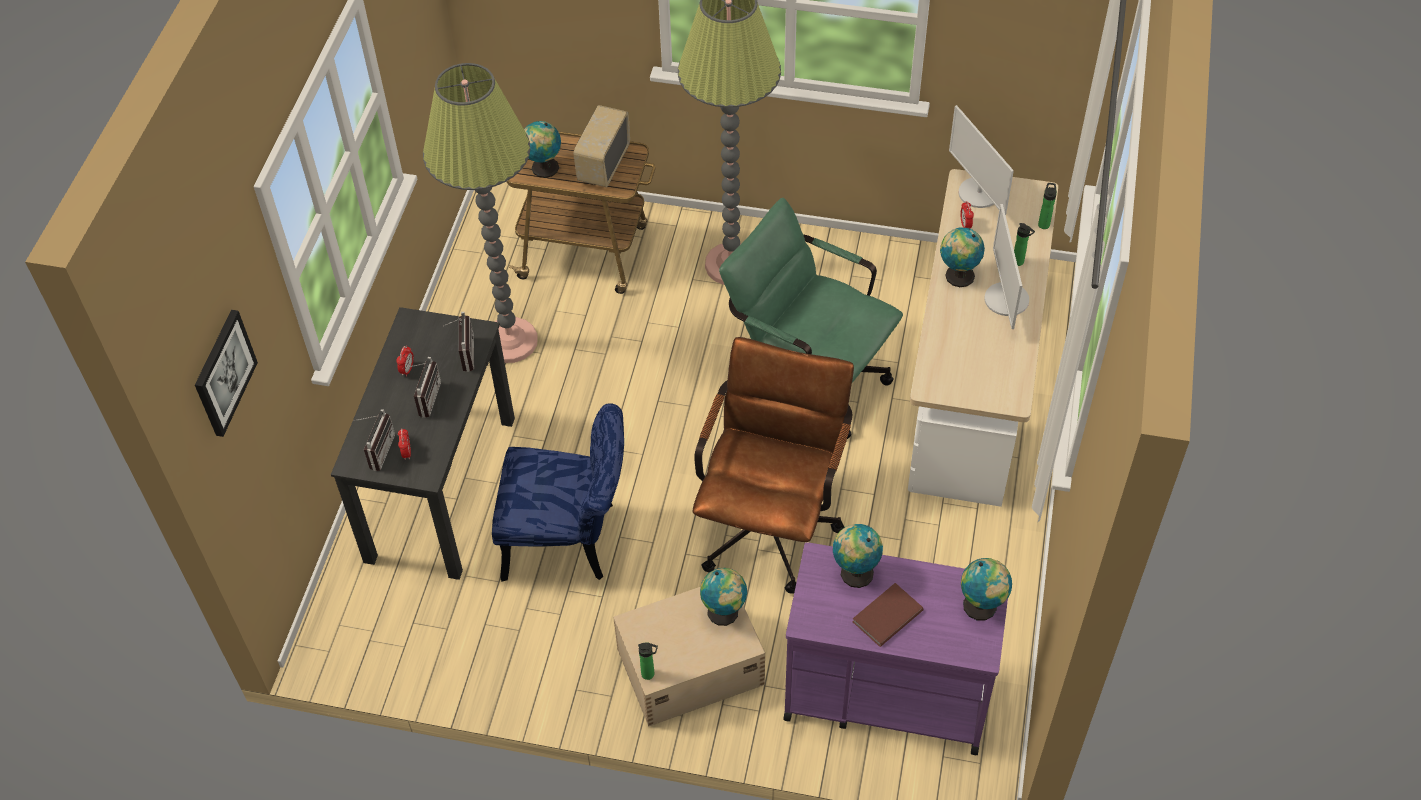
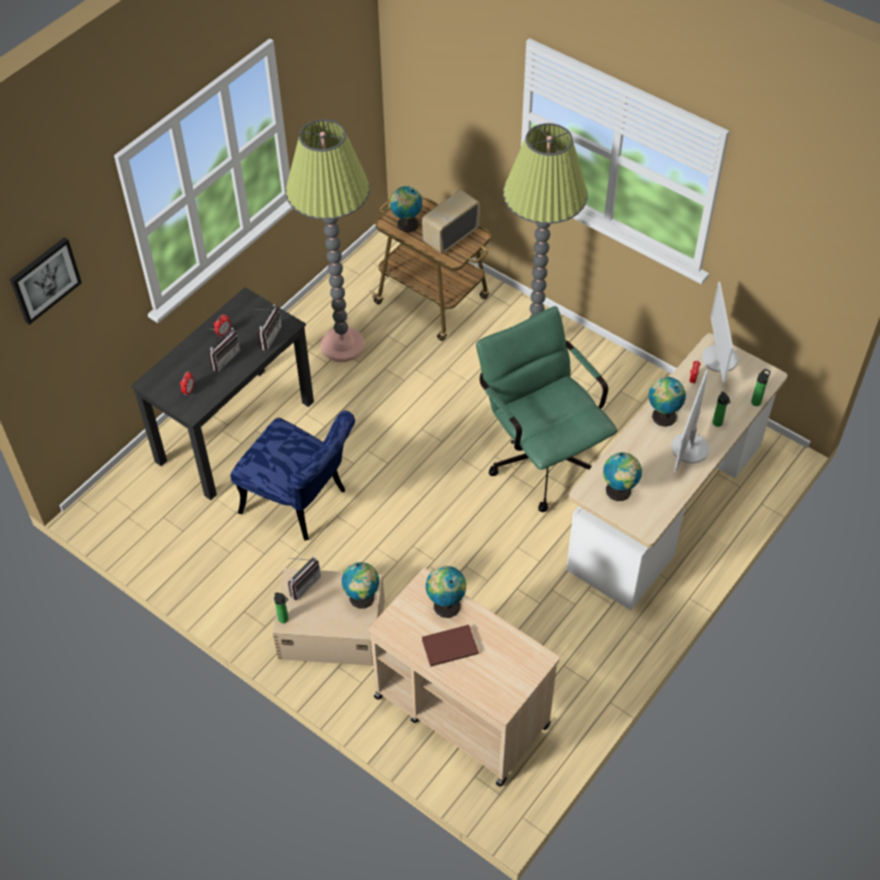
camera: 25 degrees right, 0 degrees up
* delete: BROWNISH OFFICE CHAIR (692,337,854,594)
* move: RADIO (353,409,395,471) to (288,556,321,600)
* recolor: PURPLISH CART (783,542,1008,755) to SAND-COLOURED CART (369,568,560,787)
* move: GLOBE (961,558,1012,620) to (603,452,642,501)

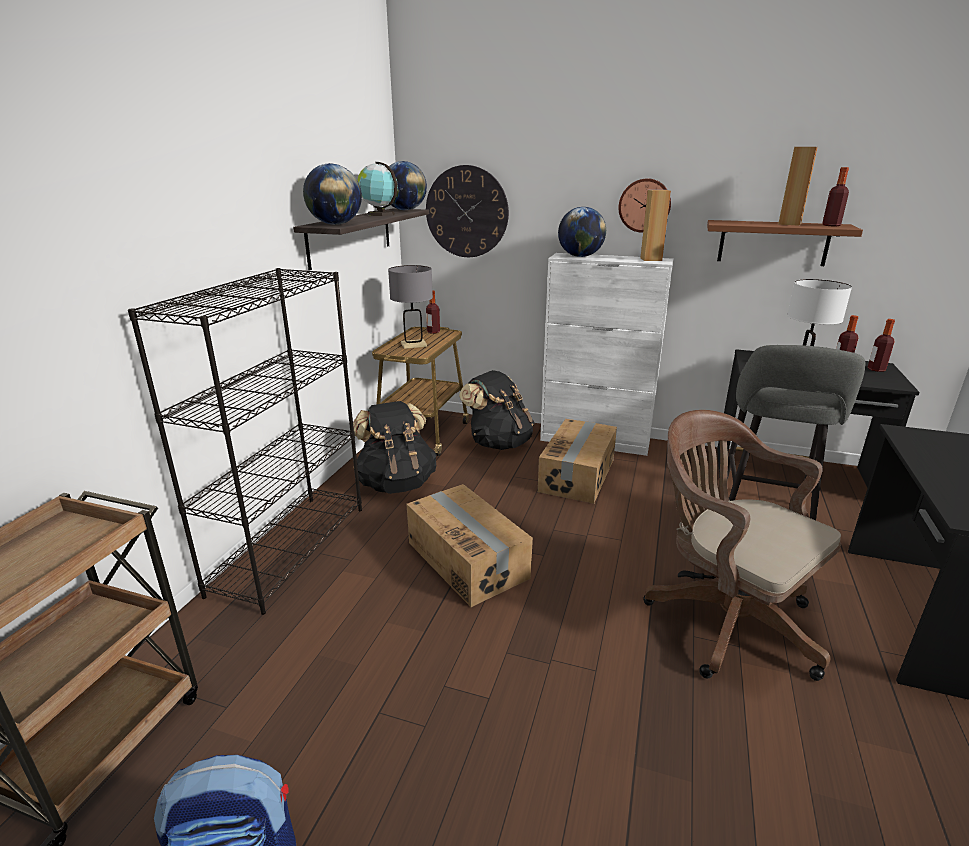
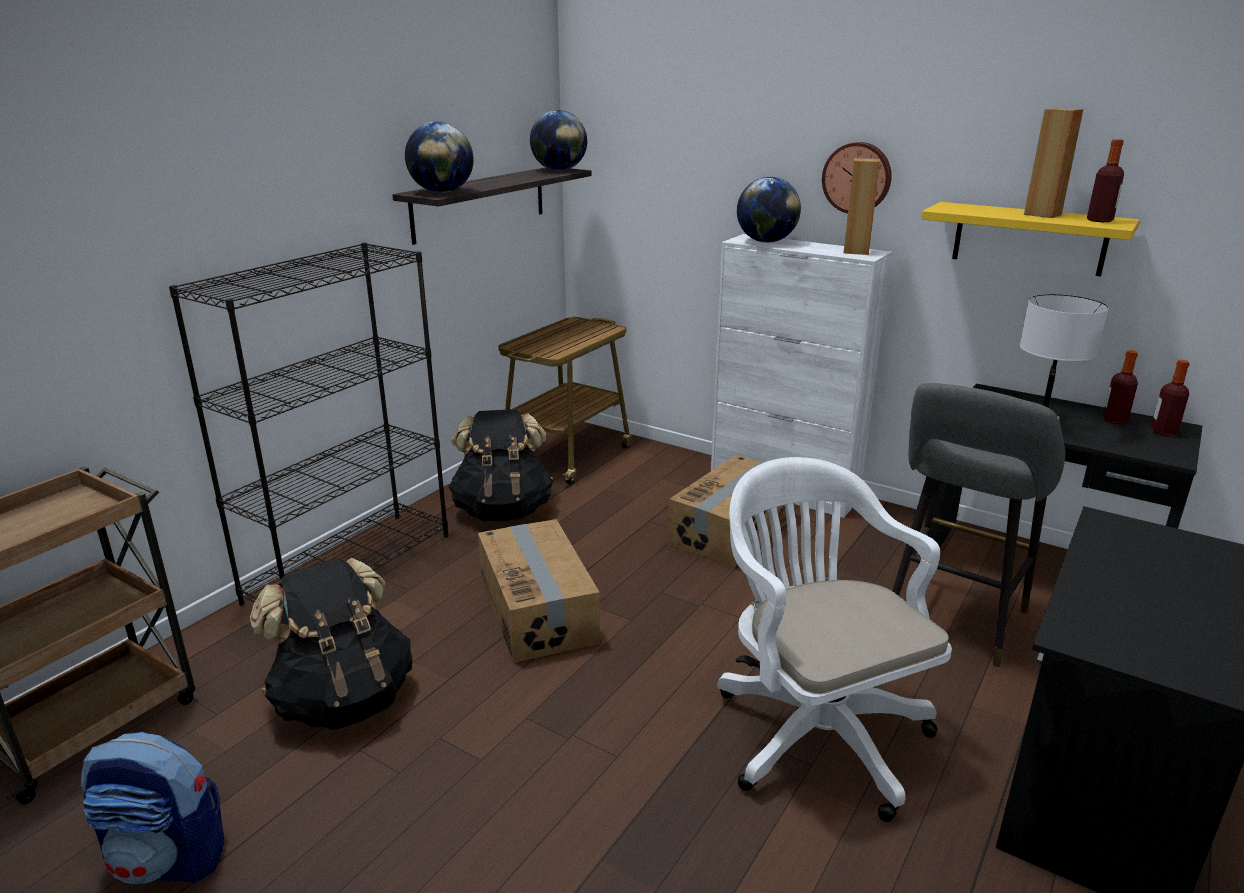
camera: 15 degrees right, 0 degrees up
* delete: GLOBE (357,162,398,216)
* delete: CLOCK ON THE WALL (426,165,509,257)
* recolor: BROWNISH BRACKET SHELF (707,220,863,266) to YELLOW BRACKET SHELF (921,202,1140,277)
* delete: GRAY TABLETOP LAMP (388,265,433,349)
* delete: BEVERAGE BOTTLE (426,290,440,334)
* move: BLACK-COLOURED BACKPACK (459,370,534,450) to (250,558,413,730)
* recolor: BROWNISH OFFICE CHAIR (643,410,841,681) to WHITE-COLOURED OFFICE CHAIR (717,457,952,822)

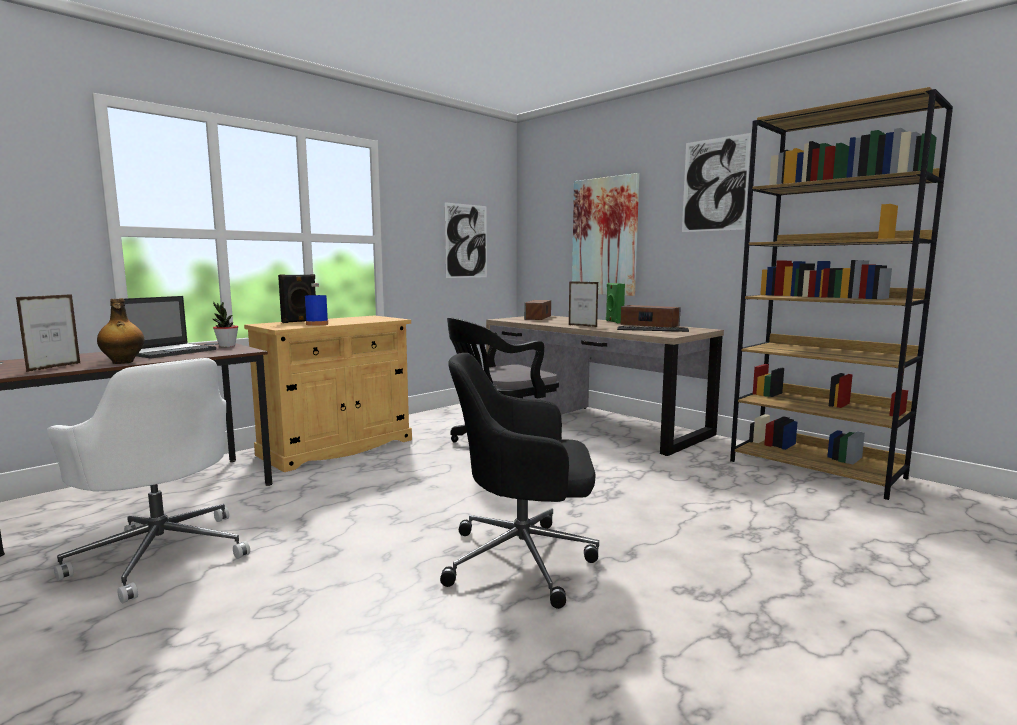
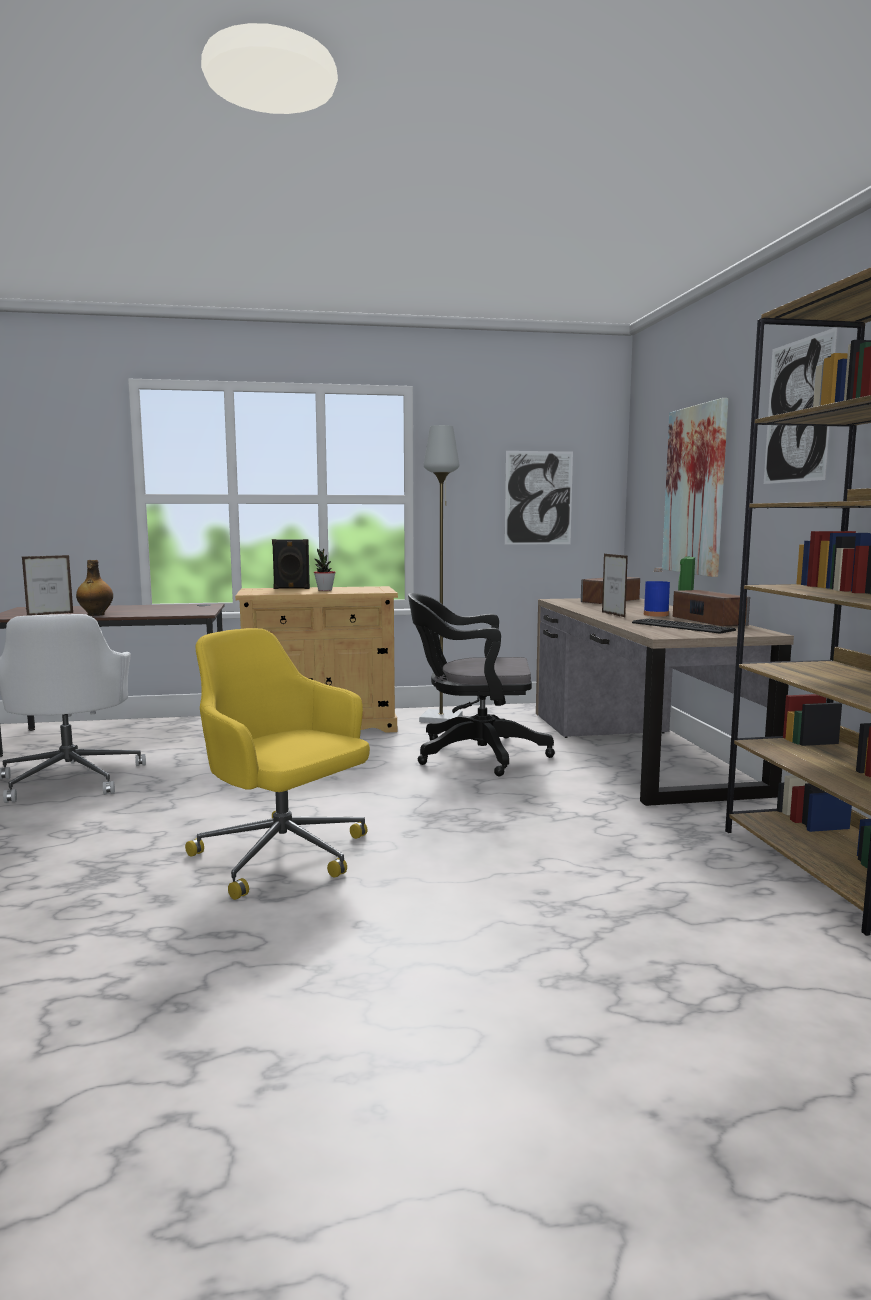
camera: 35 degrees right, 0 degrees up
* move: BLUE BEVERAGE BOTTLE (305,283,328,326) to (644,568,670,617)
* delete: LAPTOP (124,296,216,359)
* move: POTTED PLANT (213,302,238,347) to (314,548,335,591)
* recolor: BLACK-COLOURED OFFICE CHAIR (440,353,599,609) to YELLOW OFFICE CHAIR (185,628,370,900)
* insert: GRAY STANDING LAMP (419,425,462,723)

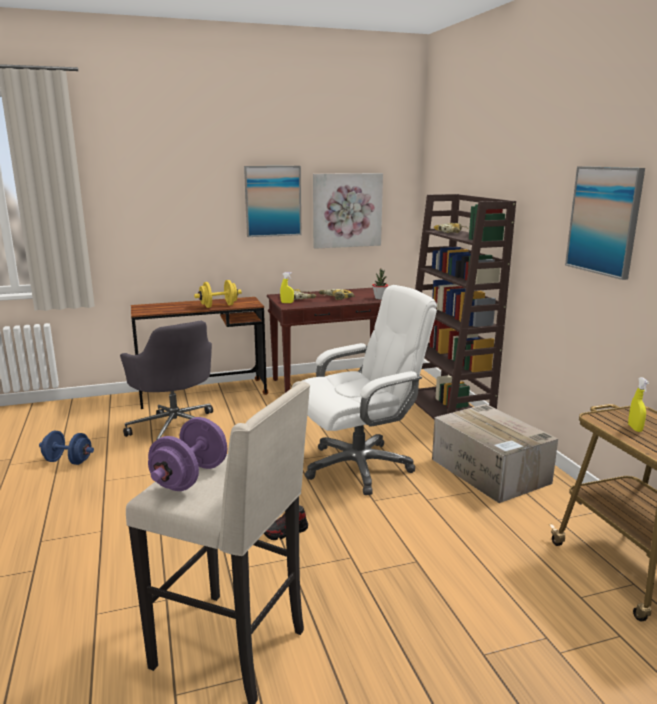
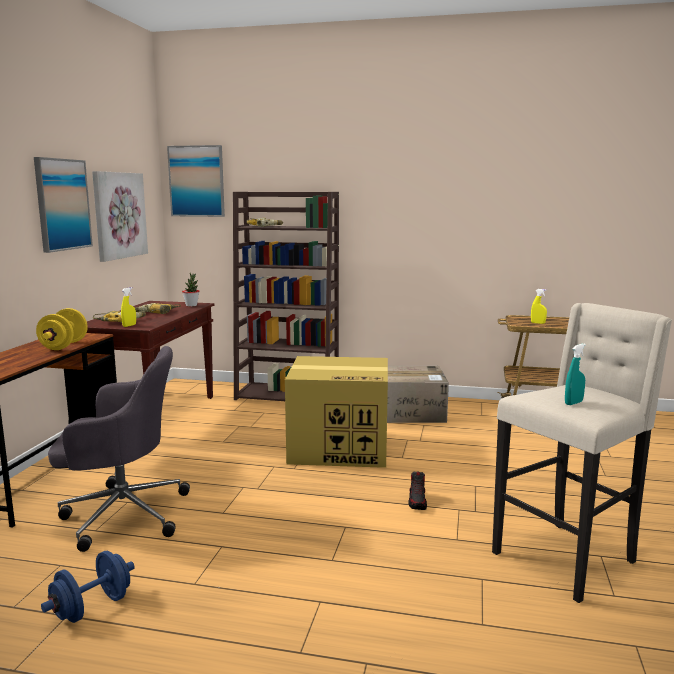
camera: 60 degrees left, 5 degrees down
* move: WALL ART (565,166,645,280) to (167,145,225,217)
* replace: WHITE-COLOURED OFFICE CHAIR (302,285,437,495) to PACKING BOX (285,356,388,468)
* replace: PURPLISH DUMBBELL (148,417,227,491) to TURQUOISE SPRAYER (565,344,586,405)

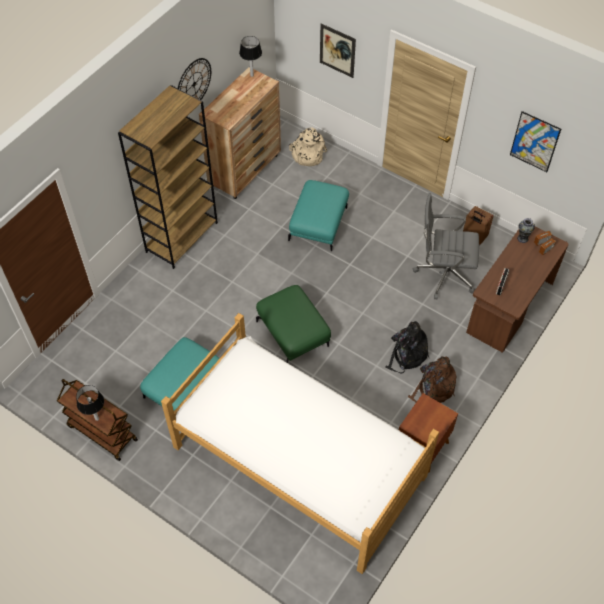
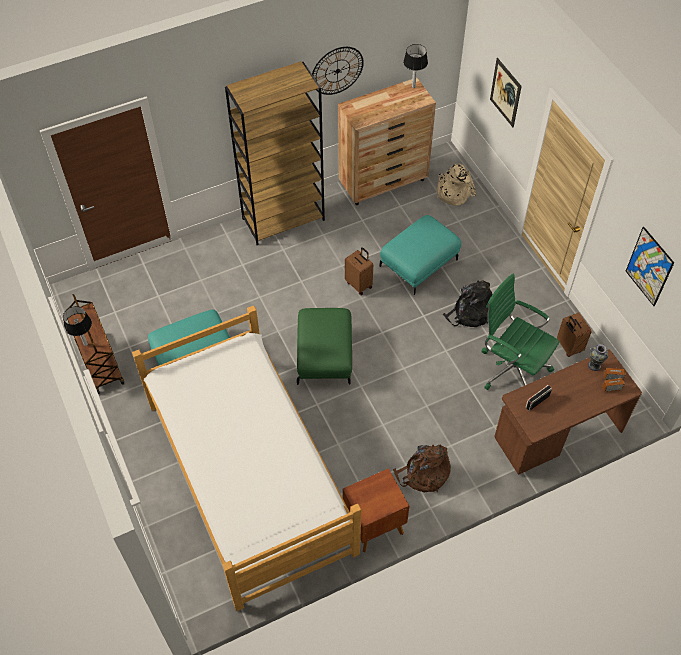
camera: 30 degrees right, 0 degrees up
* recolor: GRAY OFFICE CHAIR (413,193,479,299) to GREEN OFFICE CHAIR (481,274,559,390)
* move: BLACK-COLOURED BACKPACK (385,321,430,373) to (443,280,493,327)
* insert: BROWNISH SUITCASE (345,247,373,295)

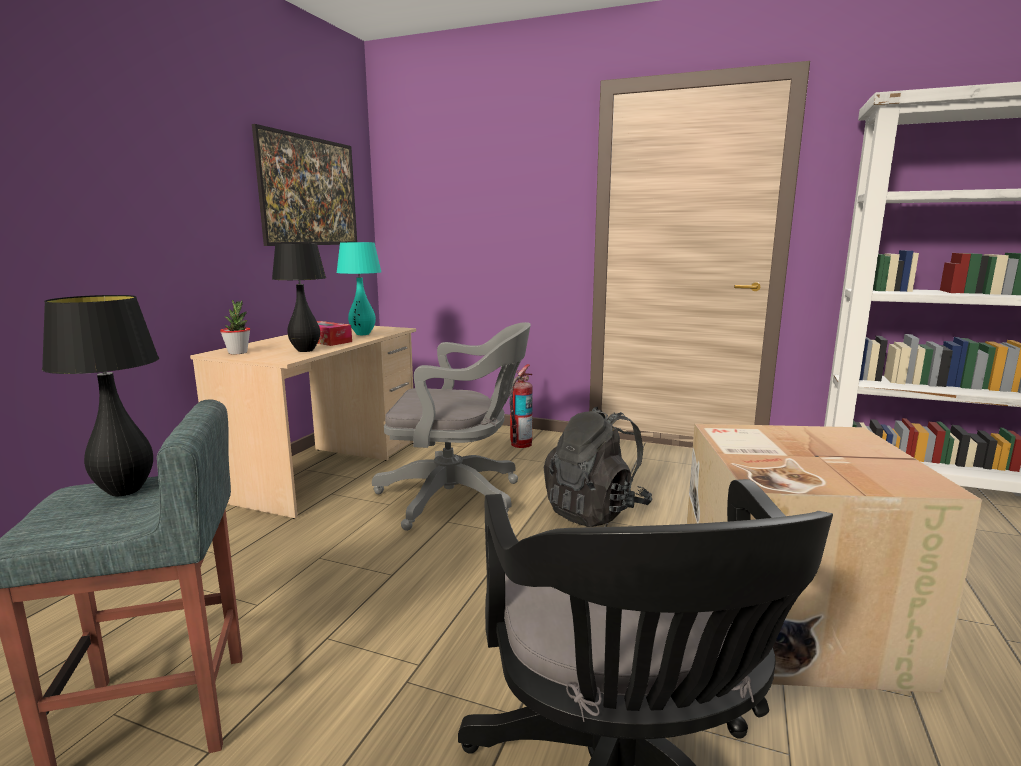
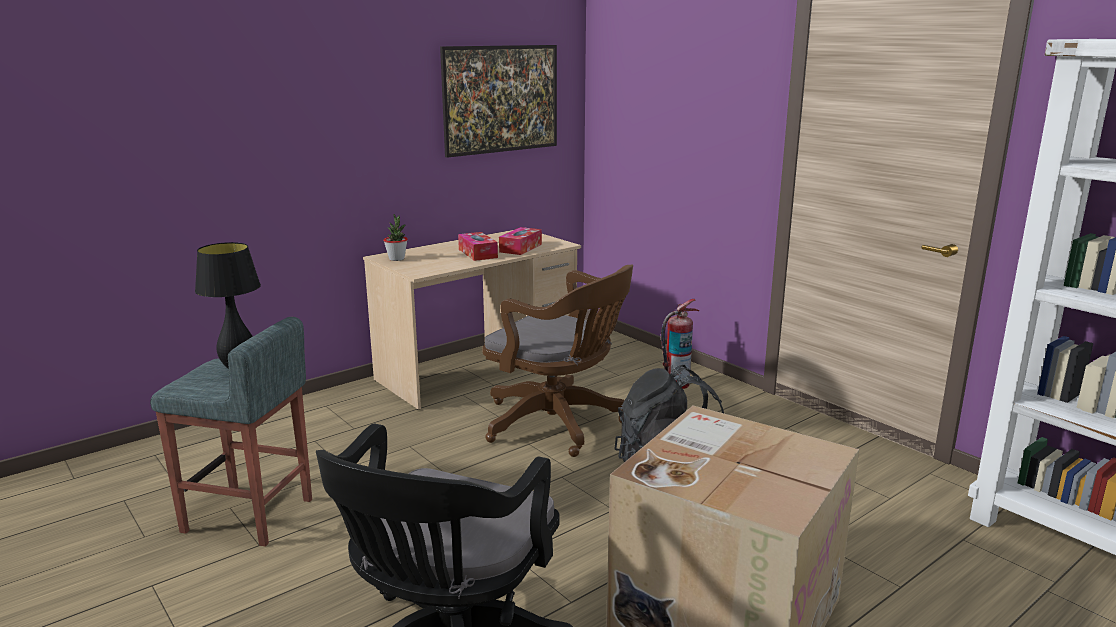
camera: 30 degrees right, 5 degrees up
* replace: TURQUOISE TABLETOP LAMP (336,242,381,335) to BOX OF TISSUES (499,227,542,255)
* delete: BLACK-COLOURED TABLETOP LAMP (272,243,326,352)
* recolor: GRAY OFFICE CHAIR (372,322,531,531) to BROWNISH OFFICE CHAIR (482,265,633,457)

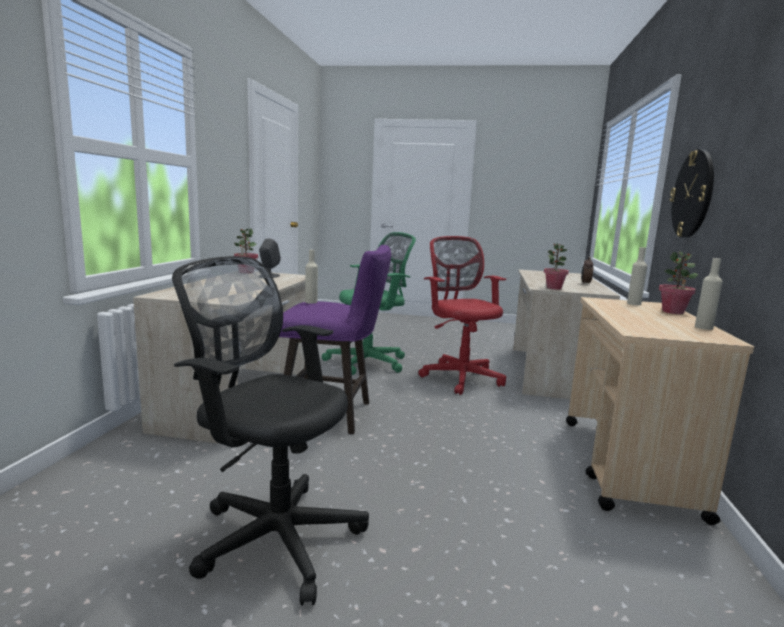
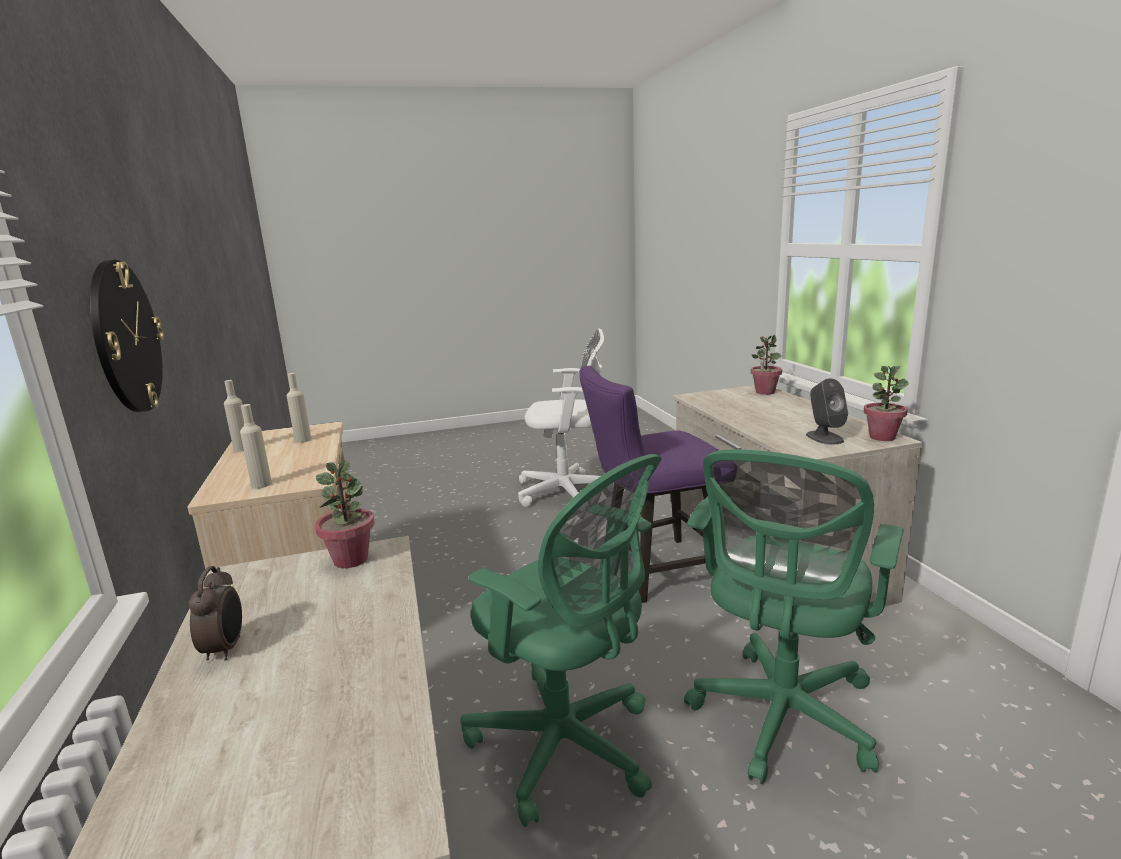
camera: 155 degrees right, 5 degrees up
* recolor: RED OFFICE CHAIR (418,236,506,395) to GREEN OFFICE CHAIR (460,454,662,827)
* move: SAND-COLOURED BEVERAGE BOTTLE (305,250,318,304) to (287,373,311,443)
* move: POTTED PLANT (659,251,698,314) to (751,335,782,395)
* recolor: BLACK-COLOURED OFFICE CHAIR (172,256,369,605) to WHITE-COLOURED OFFICE CHAIR (518,329,604,507)

